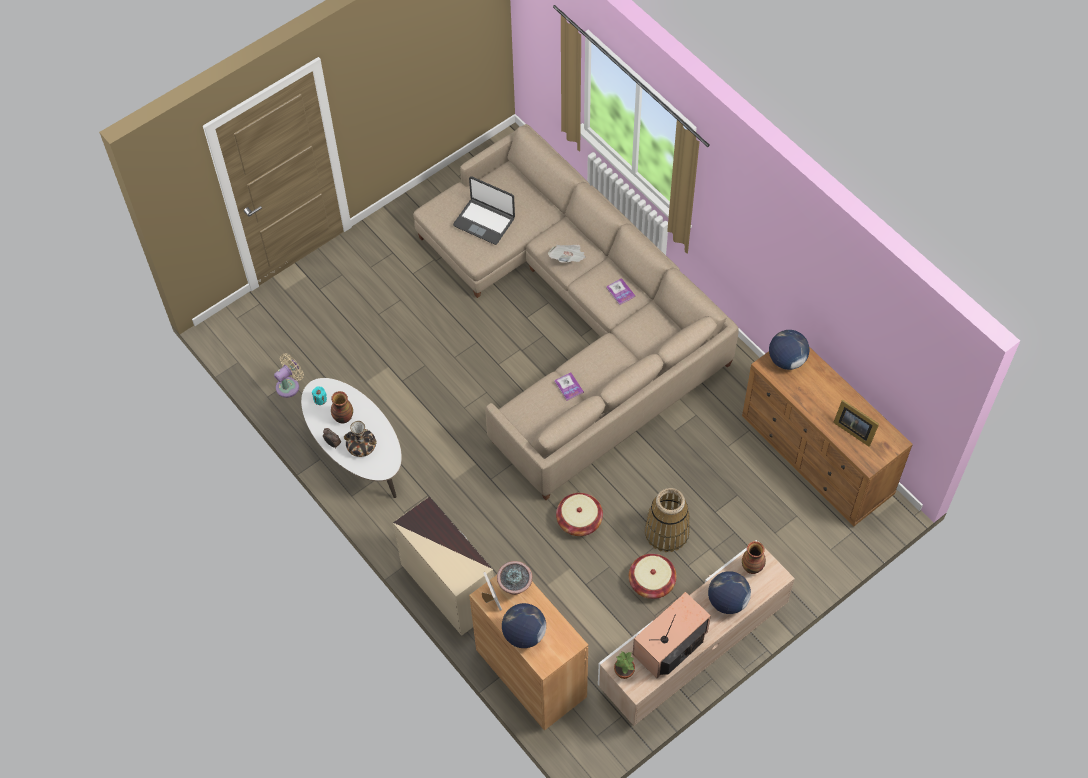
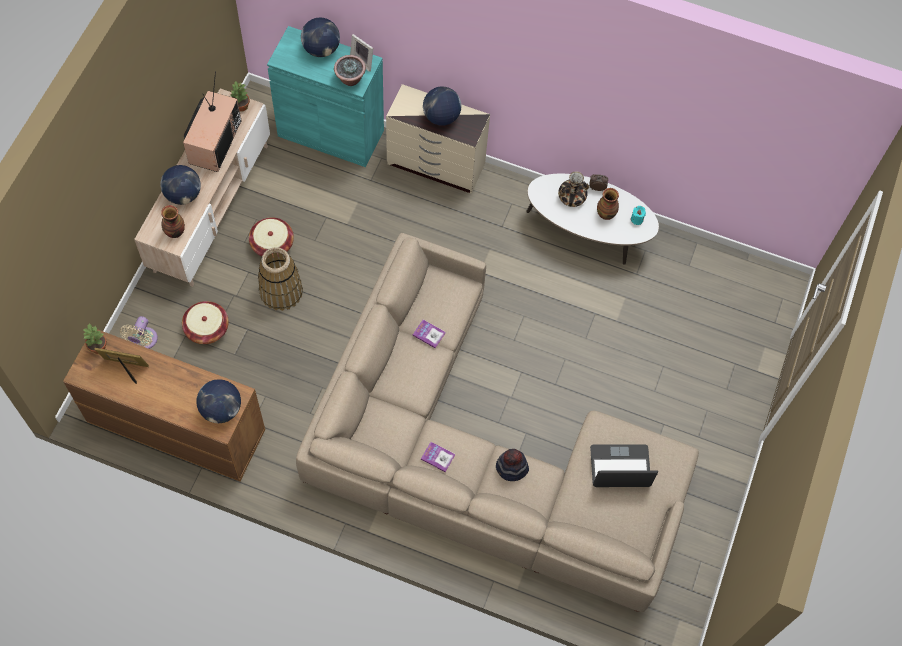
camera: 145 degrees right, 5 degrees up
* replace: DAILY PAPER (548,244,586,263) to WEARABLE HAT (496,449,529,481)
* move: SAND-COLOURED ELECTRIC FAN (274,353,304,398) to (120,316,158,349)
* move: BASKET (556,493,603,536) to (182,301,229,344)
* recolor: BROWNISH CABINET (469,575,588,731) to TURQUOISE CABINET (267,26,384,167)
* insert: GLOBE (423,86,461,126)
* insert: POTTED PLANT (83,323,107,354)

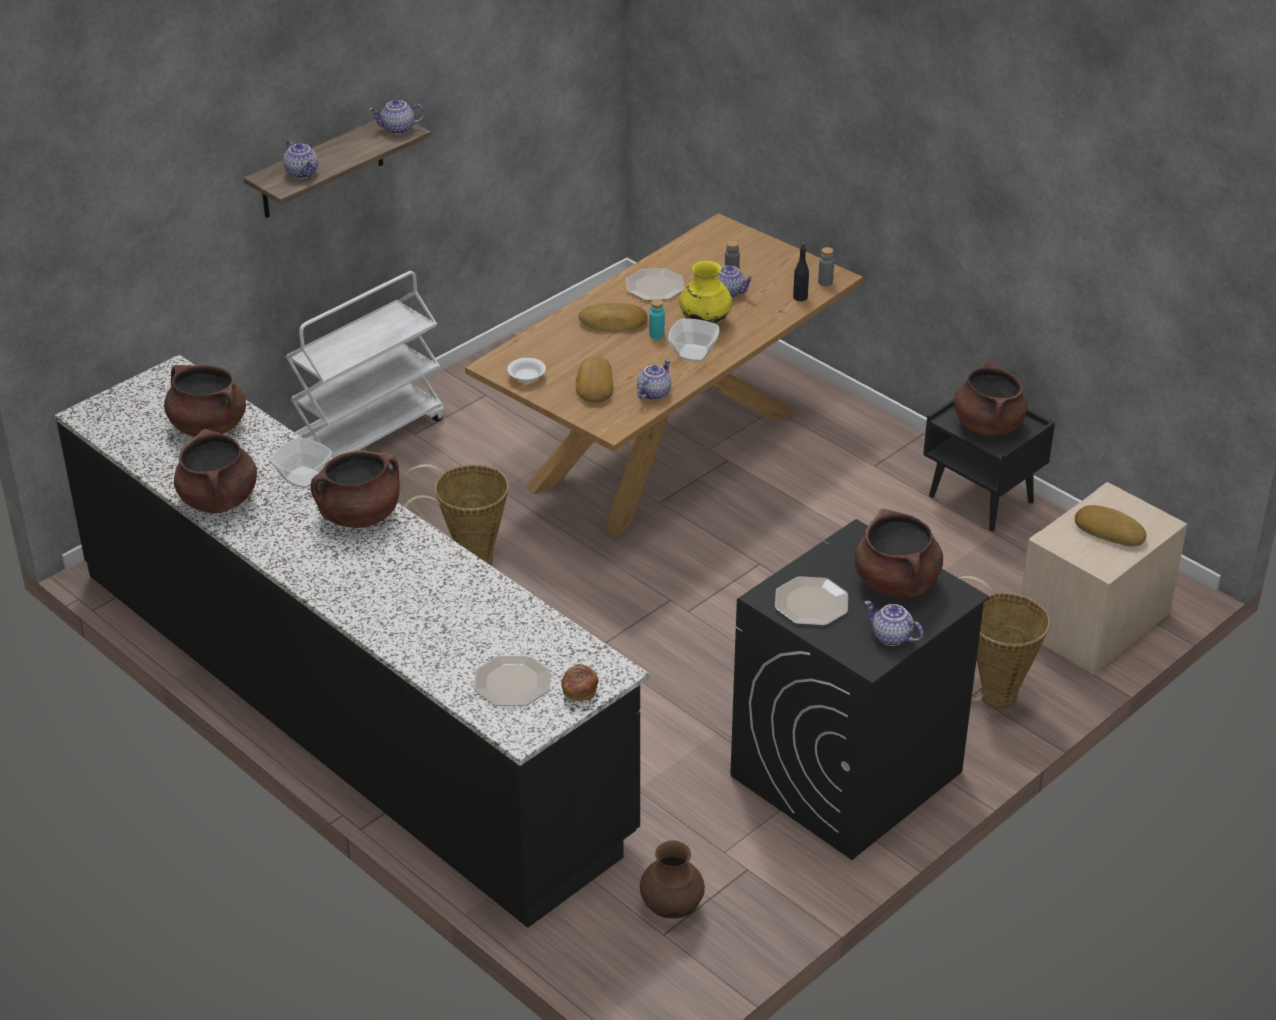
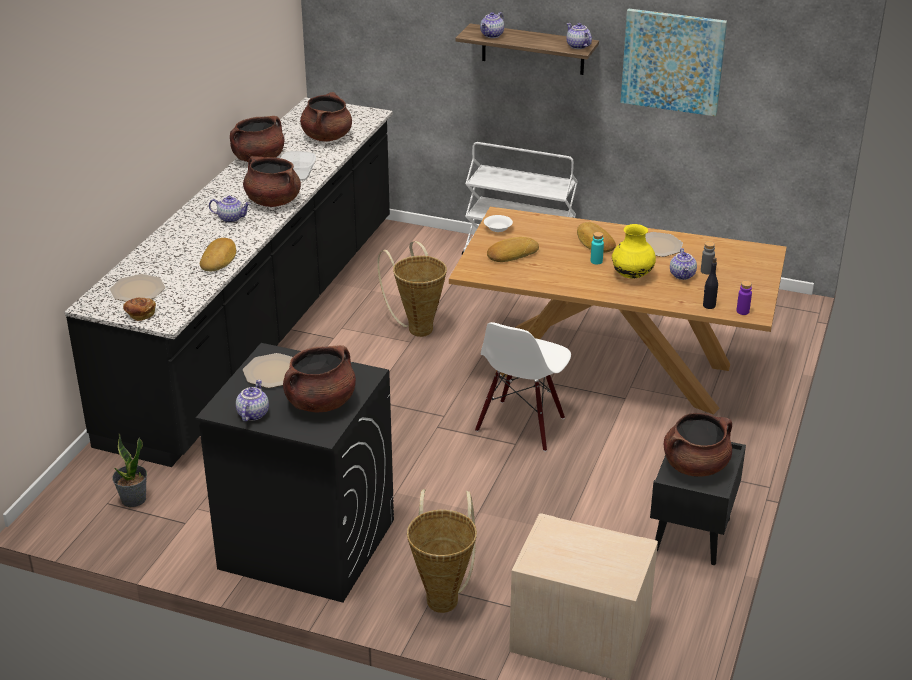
camera: 65 degrees right, 5 degrees down
* recolor: GRAY BEVERAGE BOTTLE (818,247,834,286) to PURPLISH BEVERAGE BOTTLE (736,281,752,315)
* delete: DEEP DISH (668,318,720,362)
* move: TEAPOT (637,359,671,400) to (209,196,251,223)
* move: BREAD (1075,505,1147,547) to (200,238,236,271)
* replace: BROWNISH FLOWER VASE (640,840,705,919) to POTTED PLANT (112,434,147,507)
* insert: WALL ART (621,8,727,116)
* insert: WHITE-COLOURED CHAIR (475,322,571,452)

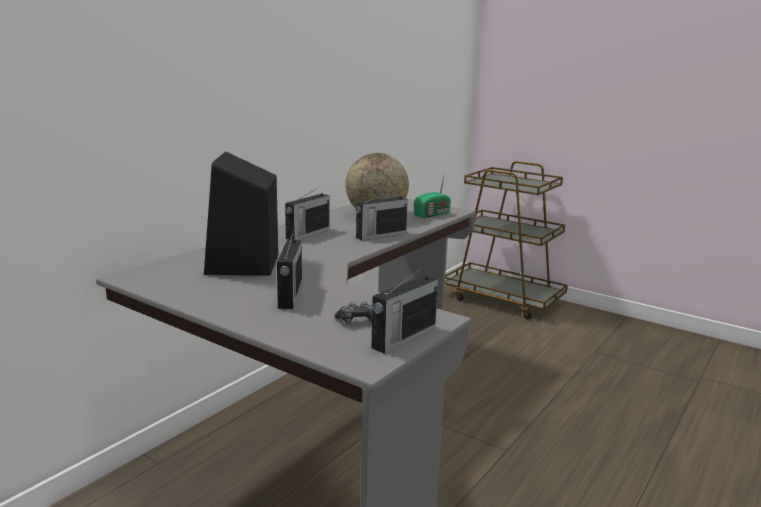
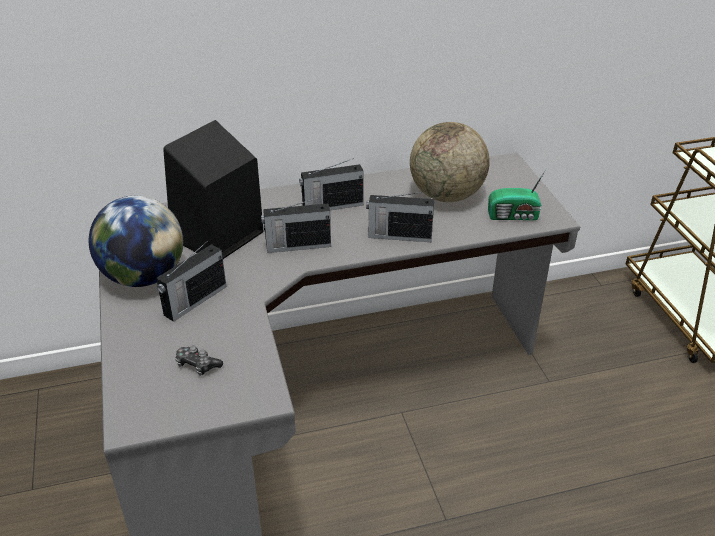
camera: 40 degrees right, 20 degrees up
* move: RADIO (371,265,438,354) to (261,197,331,253)
* insert: GLOBE (89,196,183,287)

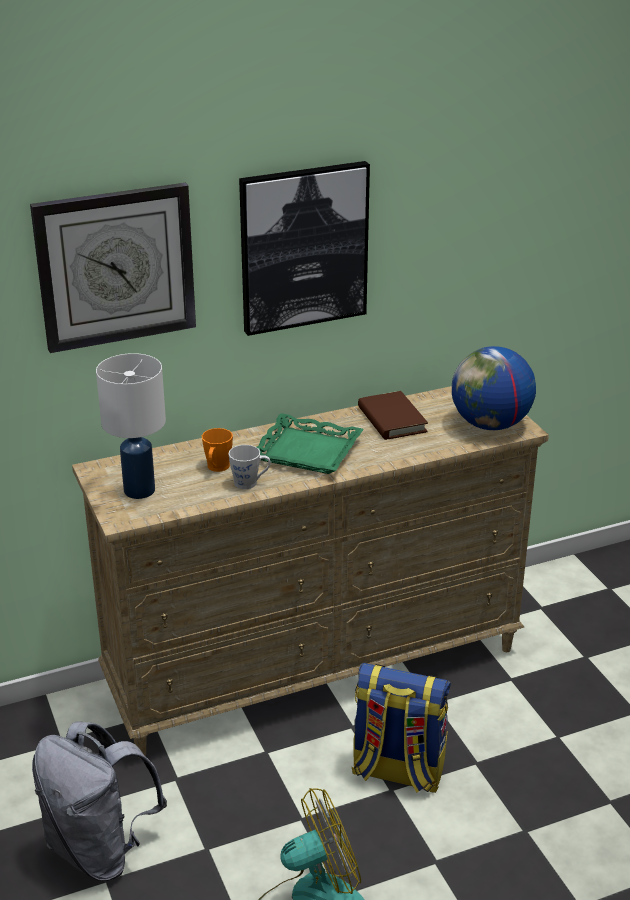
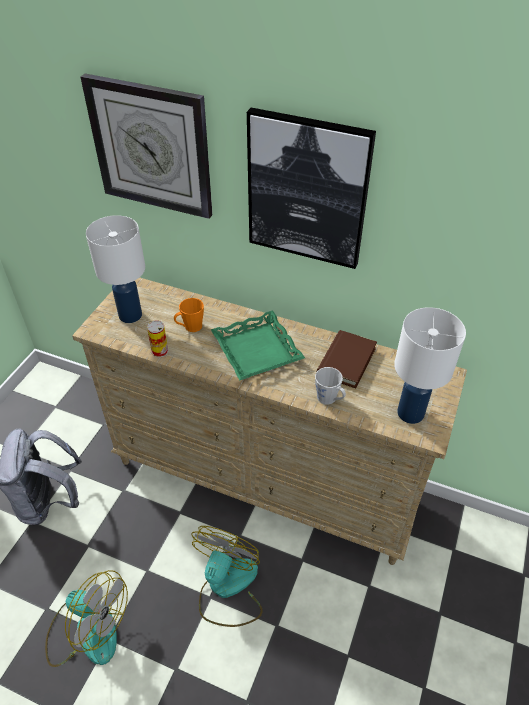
camera: 45 degrees right, 15 degrees up
* replace: GLOBE (452,346,536,430) to WHITE-COLOURED TABLETOP LAMP (394,307,466,424)
* move: GRAY MUG (229,445,270,489) to (315,367,346,405)
* replace: BACKPACK (352,663,451,793) to ELECTRIC FAN (191,526,263,627)
* insert: CAN (147,320,168,358)

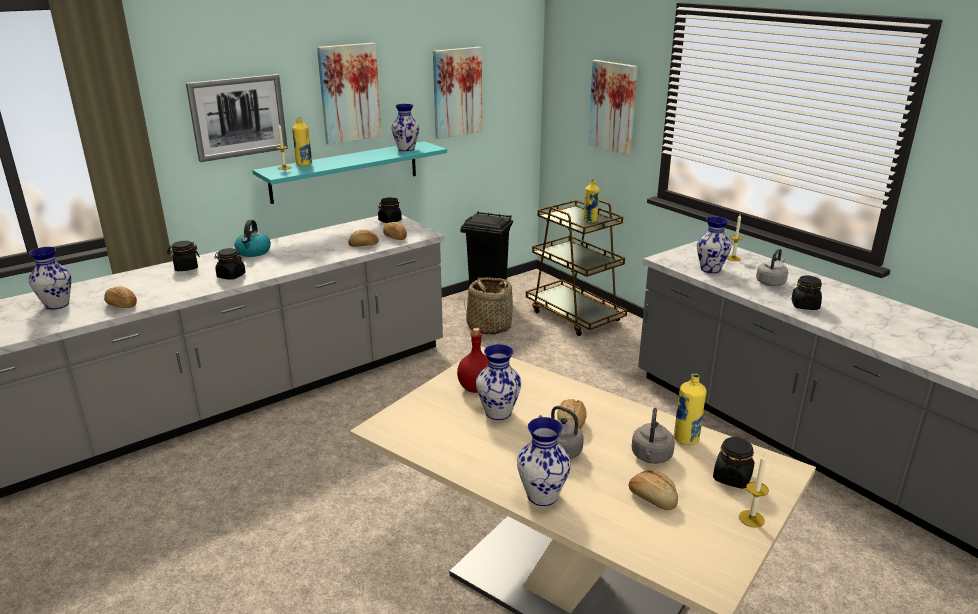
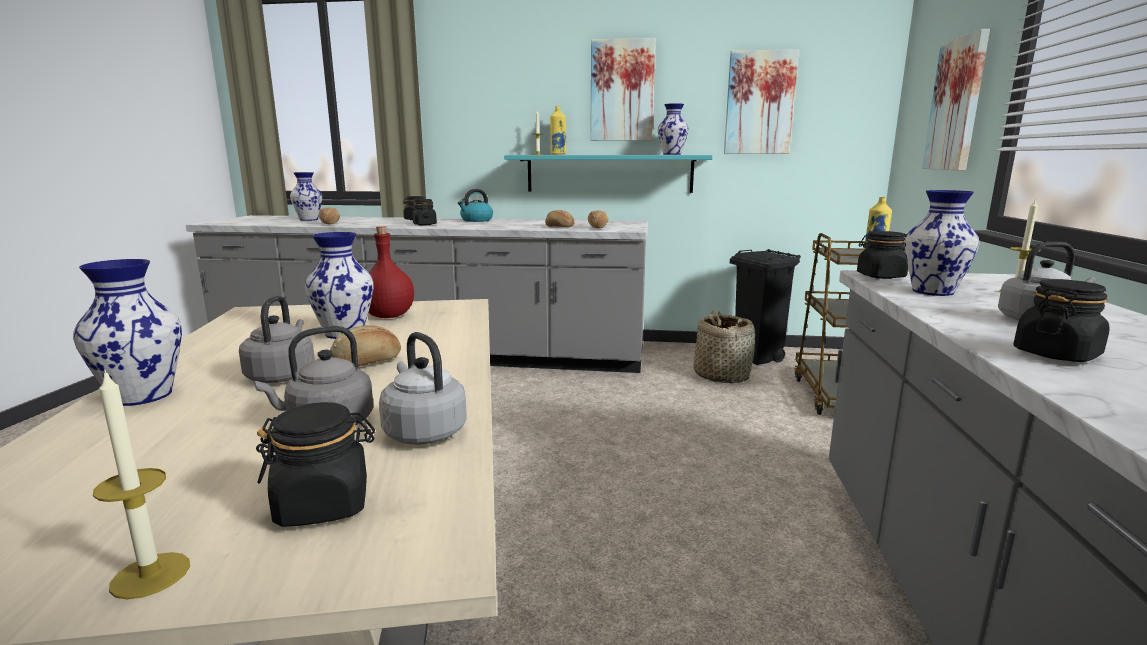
camera: 45 degrees right, 10 degrees down
* delete: WALL ART (186,74,288,162)
* move: BLACK-COLOURED STORAGE JAR (378,198,402,223) to (857,231,908,279)
* replace: YELLOW BEVERAGE BOTTLE (674,374,707,445) to GRAY TEA KETTLE (379,332,467,445)
* delete: BREAD (629,470,678,510)

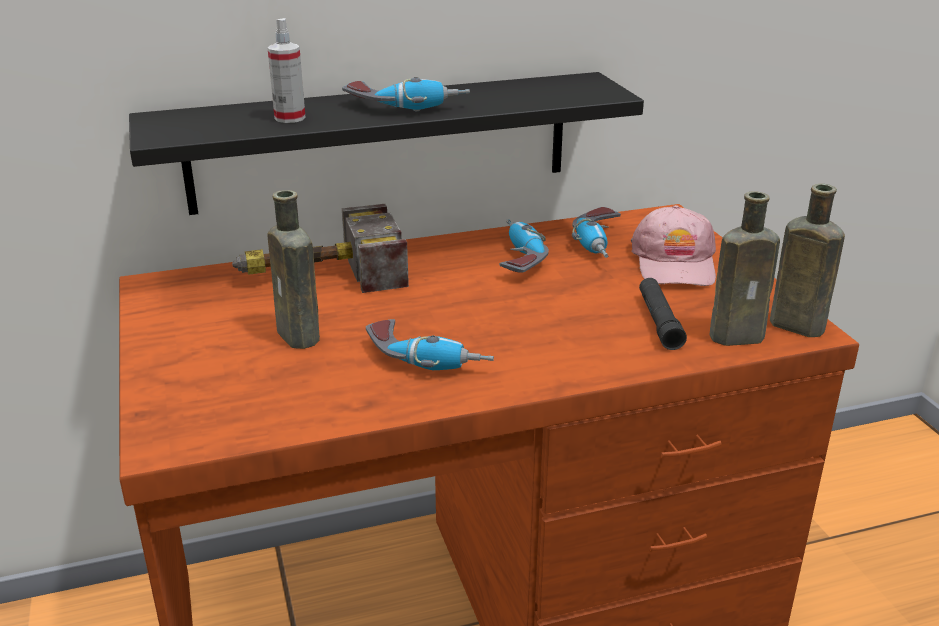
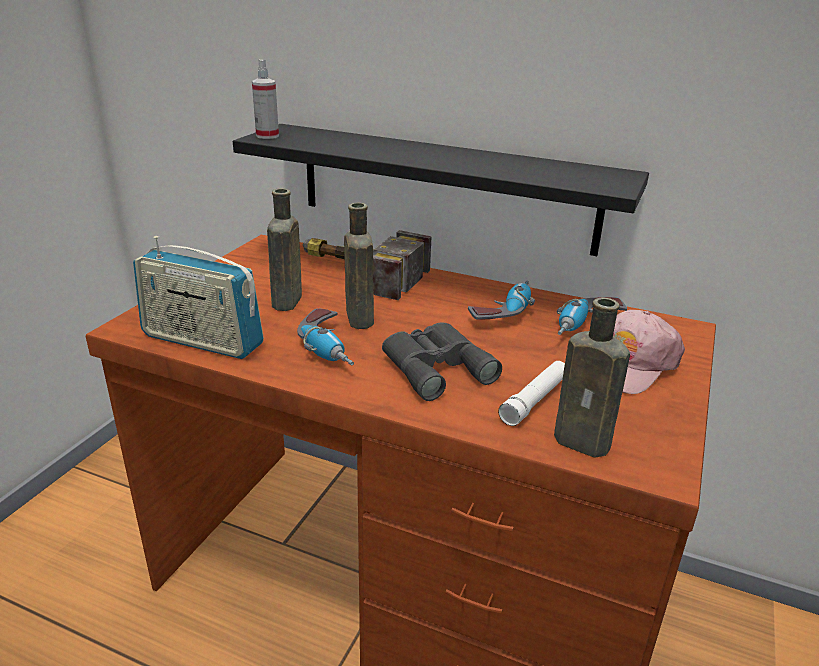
camera: 40 degrees right, 0 degrees up
* move: SPRAYER (267,18,306,123) to (252,60,279,139)
* delete: POWER DRILL (342,77,470,111)
* move: BROWNISH BEVERAGE BOTTLE (770,184,845,337) to (344,203,374,329)
* recolor: BLACK-COLOURED FLASHLIGHT (639,278,687,350) to WHITE-COLOURED FLASHLIGHT (498,361,565,426)
* insert: RADIO (133,236,264,359)
* insert: GRAY FIELD GLASSES (382,323,502,401)

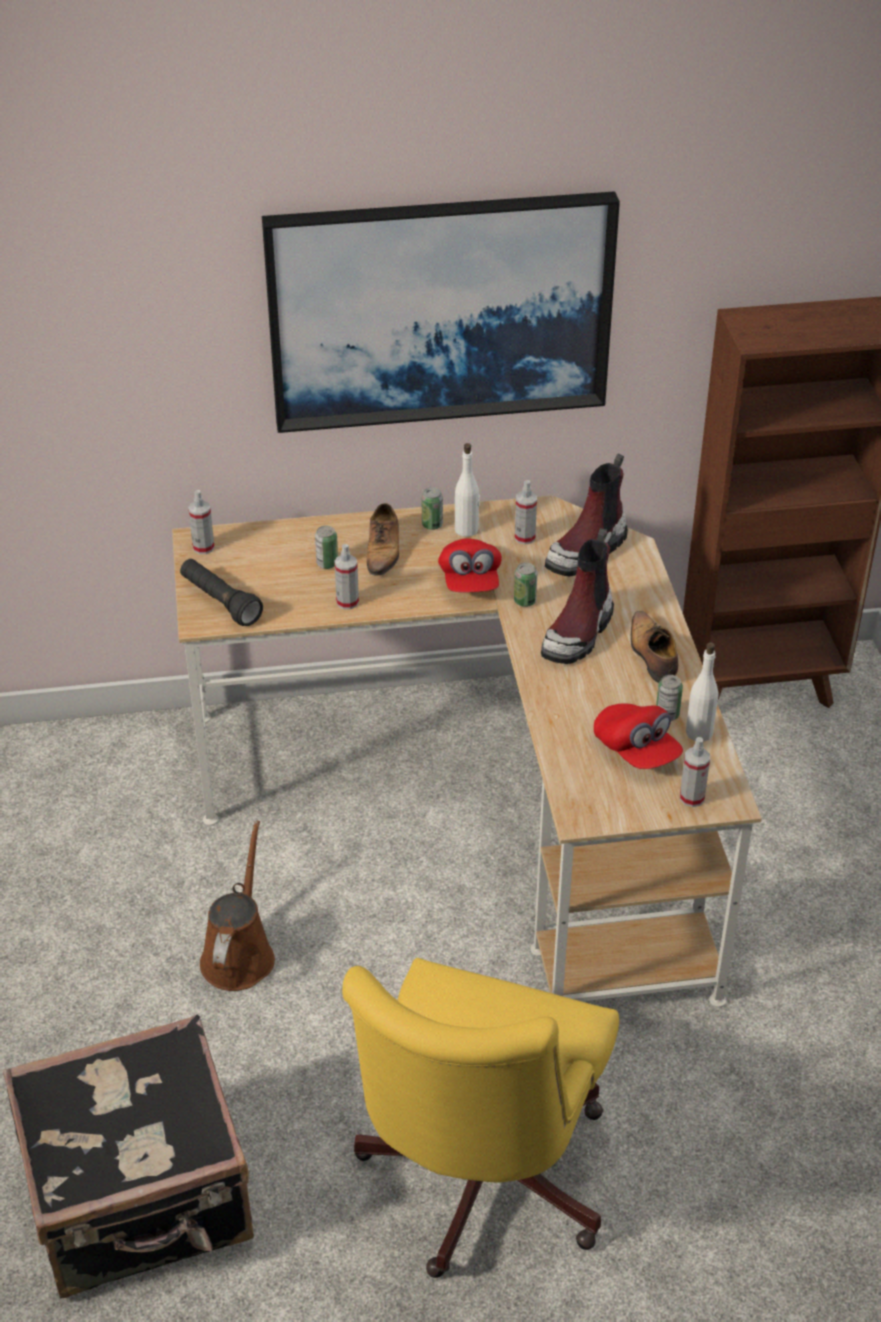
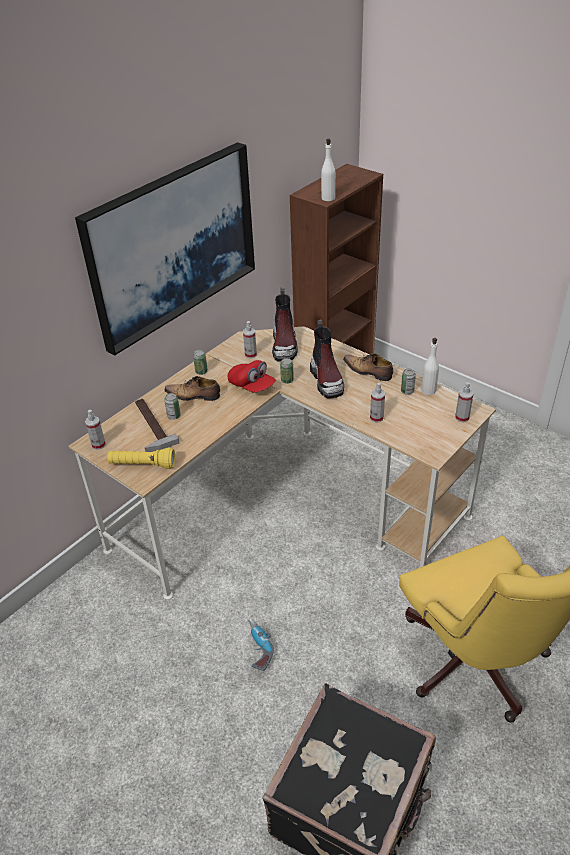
camera: 40 degrees left, 0 degrees up
* move: WHITE-COLOURED BEVERAGE BOTTLE (455,443,480,537) to (321,138,335,201)
* rotate: SHOE (367,503,399,576) = (165,376,220,401) 135 degrees clockwise
* move: SPRAYER (334,544,359,610) to (370,383,385,423)
* recolor: BLACK-COLOURED FLASHLIGHT (180,559,263,626) to YELLOW FLASHLIGHT (107,448,175,469)
* delete: RED BASEBALL CAP (594,703,683,769)
* replace: BROWNISH SPRINKLING CAN (200,820,275,991) to POWER DRILL (248,620,274,671)
* insert: HAMMER (135,399,179,452)

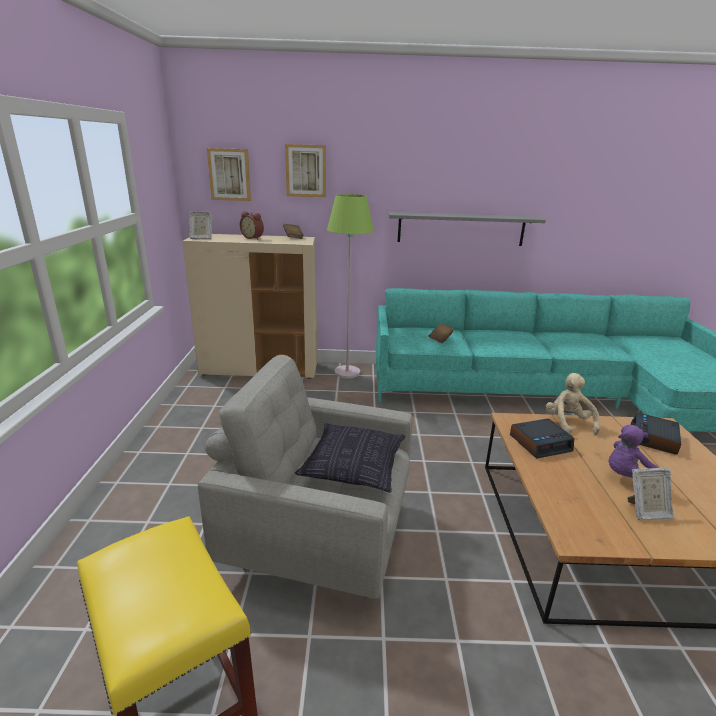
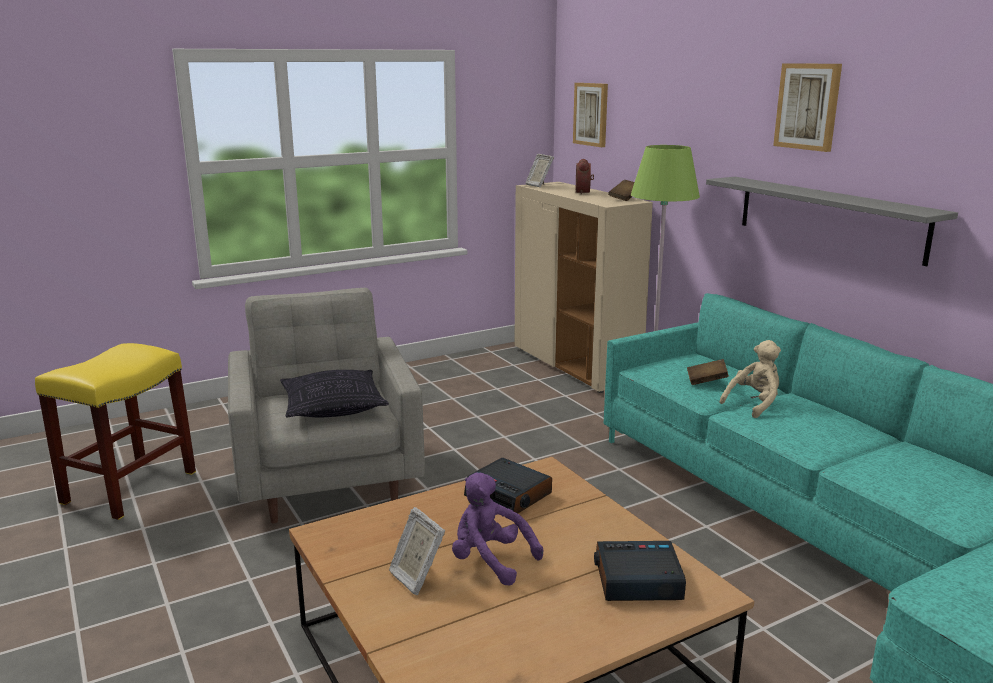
camera: 60 degrees right, 5 degrees down
* move: WALL ART (285,144,326,197) to (773,63,842,152)
* move: SAND-COLOURED CUDDLY TOY (546,373,600,435) to (719,340,781,418)

